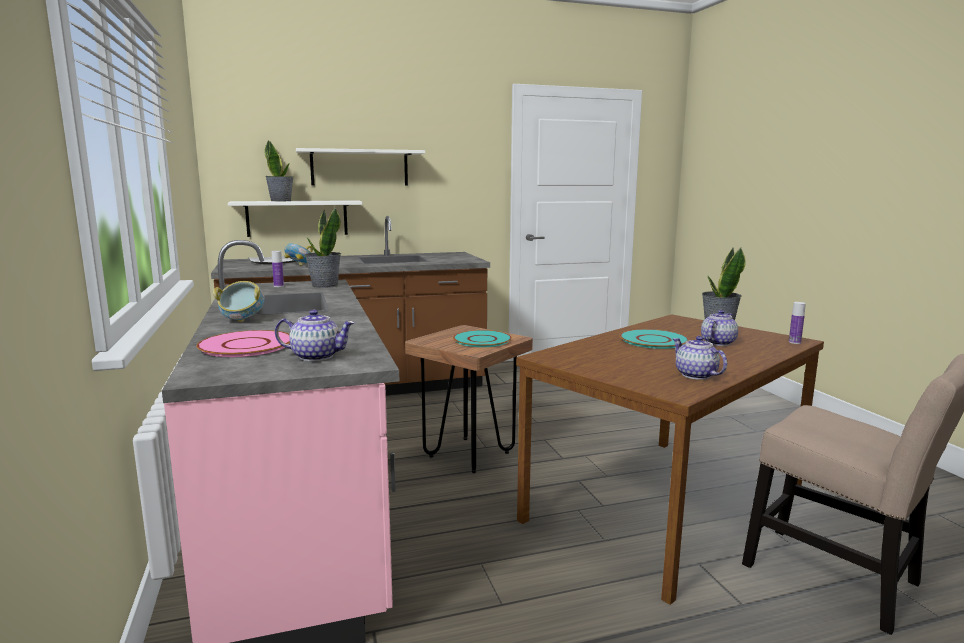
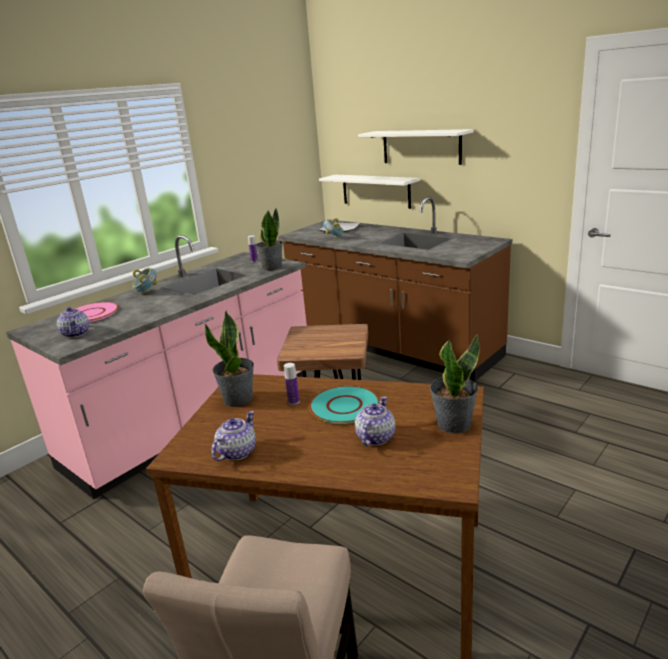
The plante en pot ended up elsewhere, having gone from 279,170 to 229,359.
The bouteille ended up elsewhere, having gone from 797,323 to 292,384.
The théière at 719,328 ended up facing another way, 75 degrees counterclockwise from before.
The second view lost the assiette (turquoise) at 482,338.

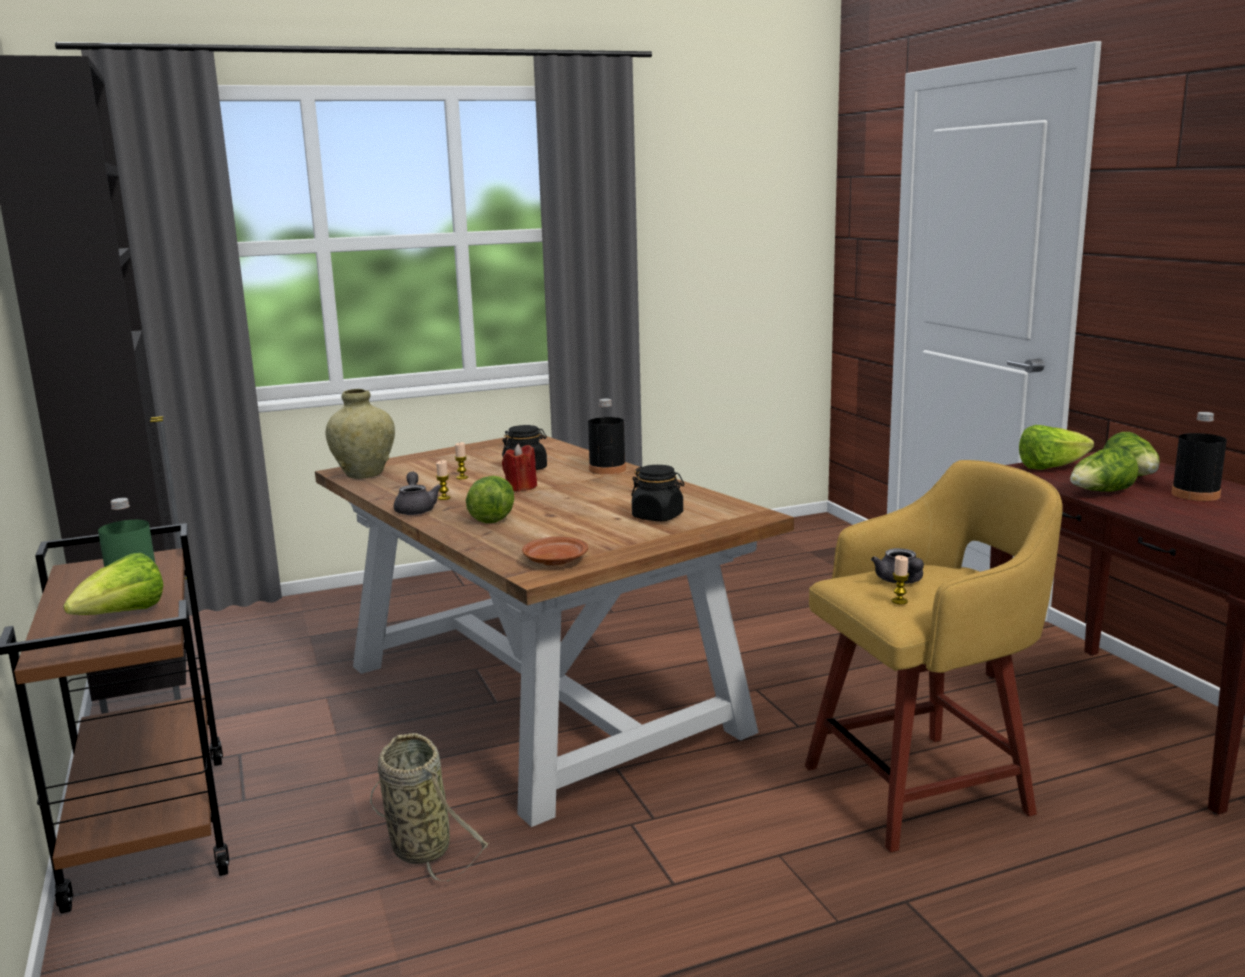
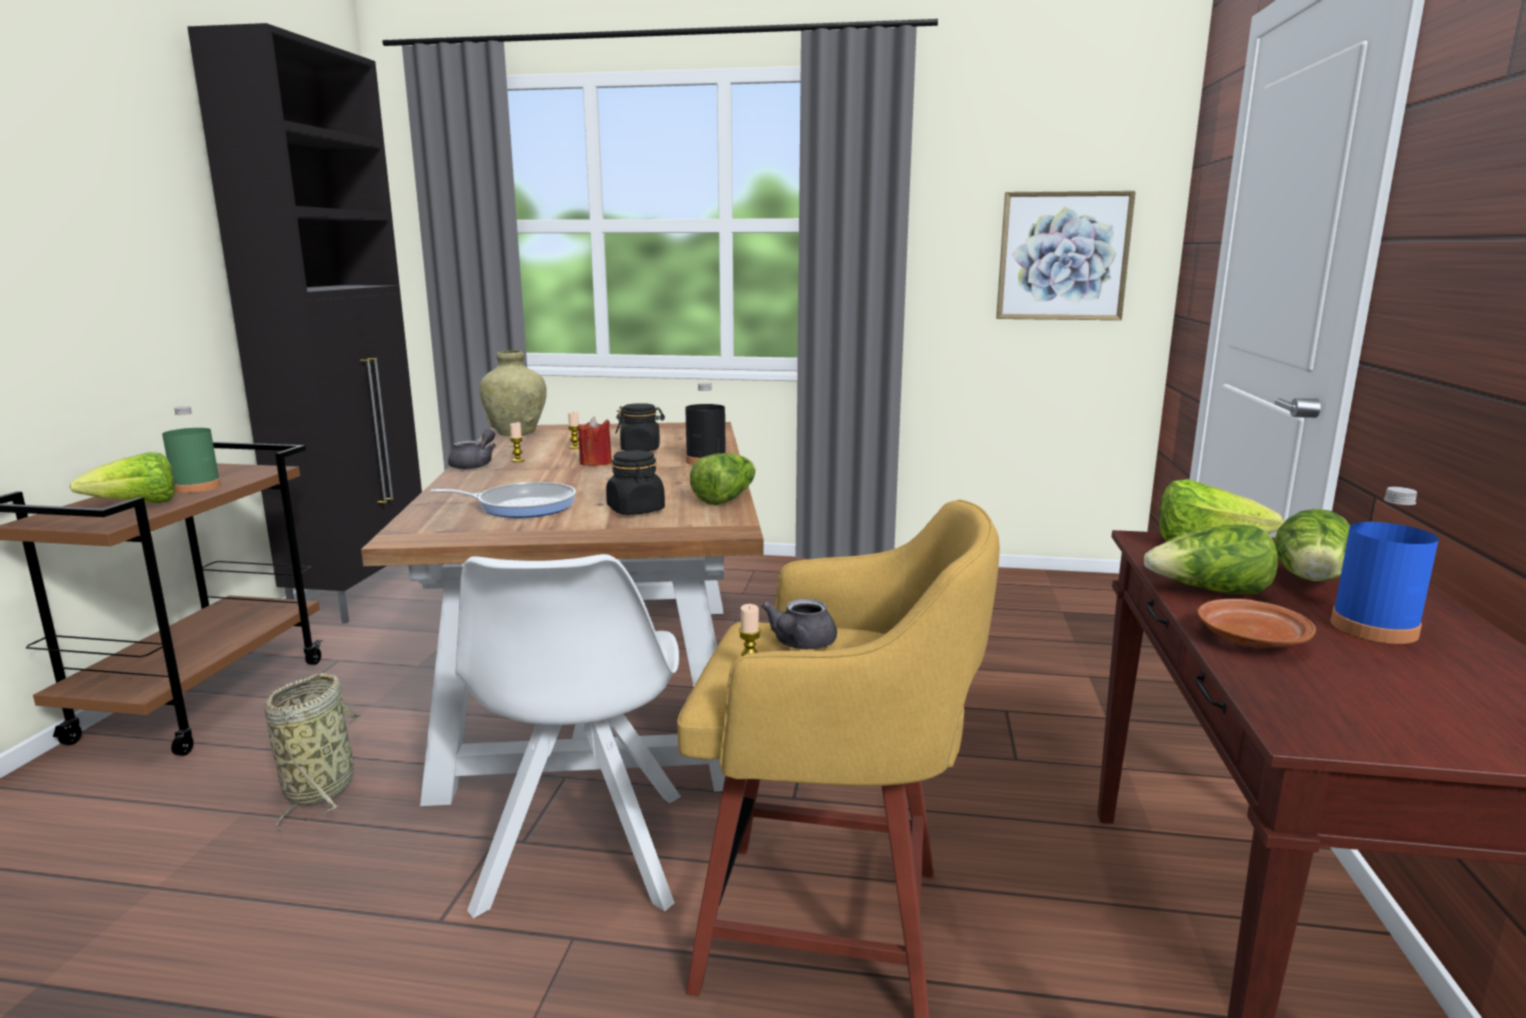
The second view gained the poêle at 503,500.
The second view gained the chaise (blanc) at 568,736.
The laitue ended up elsewhere, having gone from 490,499 to 723,479.
The second view gained the tableau at 1066,255.
The assiette (marron) ended up elsewhere, having gone from 555,551 to 1256,623.
What was the bouteille (noir) at 1199,456 turned into the bouteille (bleu) at 1384,565.

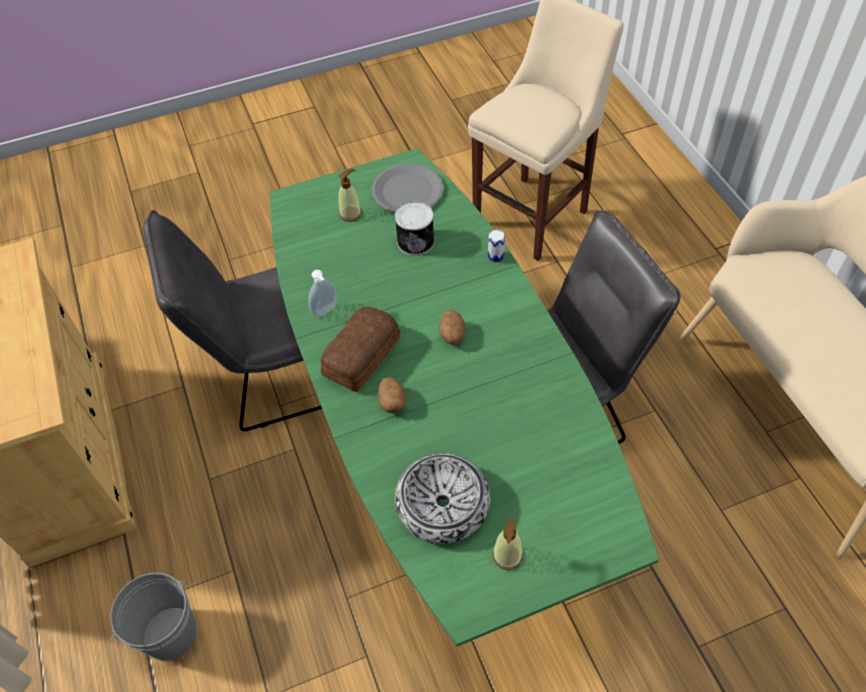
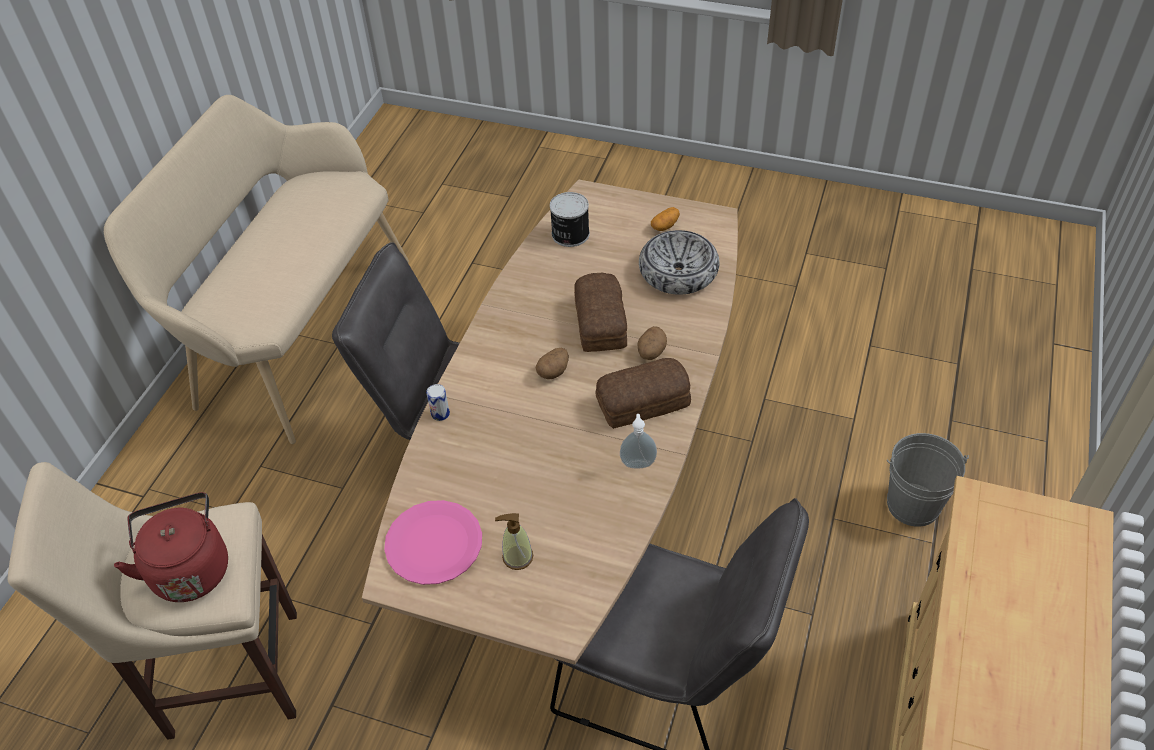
The second view gained the bouilloire (rouge) at 171,547.
What was the table à manger (vert) at 464,397 turned into the table à manger (marron) at 550,422.
What was the assiette (gris) at 408,188 turned into the assiette (rose) at 433,542.
The boîte métallique ended up elsewhere, having gone from 415,228 to 570,219.
The second view gained the pain at 600,312.
Where the distributeur de savon stood at 507,545, the pomme de terre came to stand at 665,219.

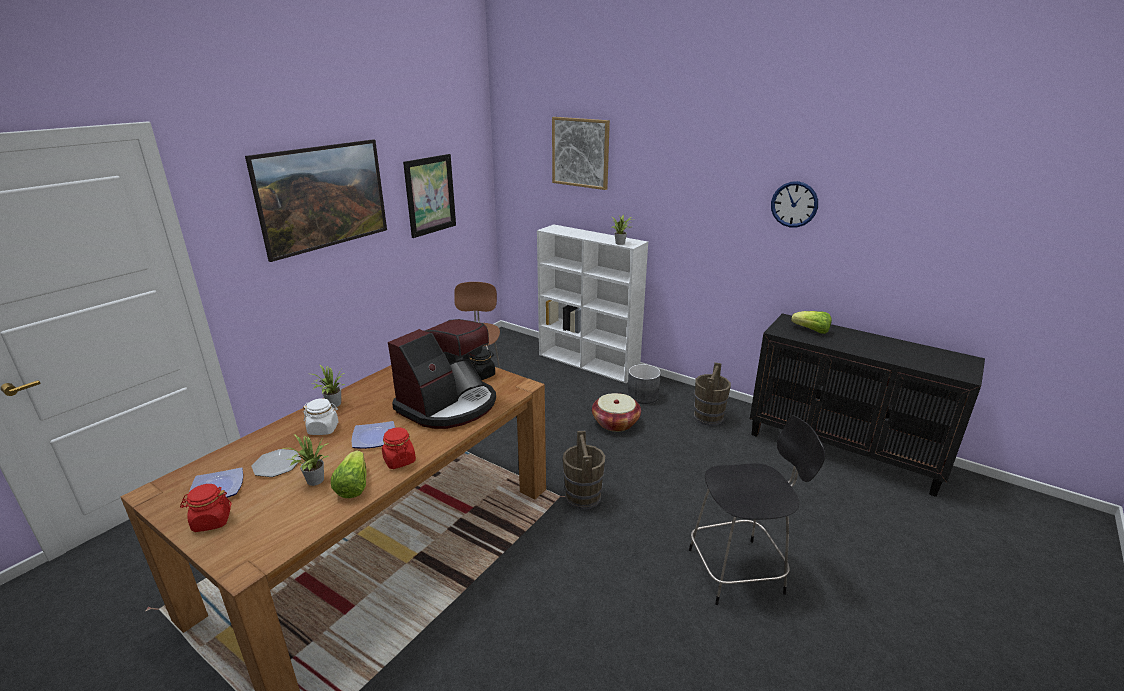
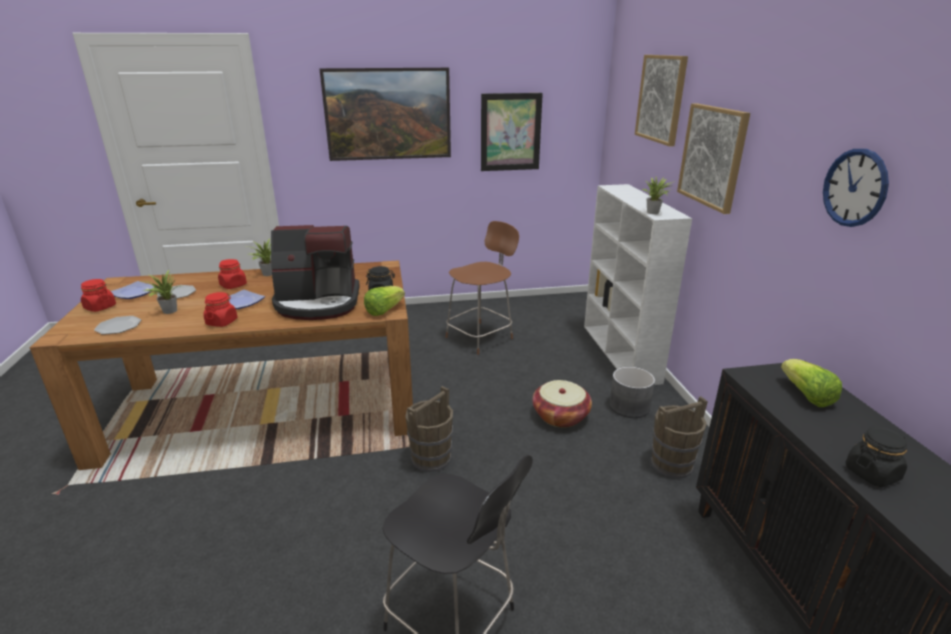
The second view gained the assiette at 117,325.
What was the bocal (blanc) at 321,416 turned into the bocal (rouge) at 232,274.
The laitue ended up elsewhere, having gone from 348,474 to 384,301.
The second view gained the tableau at 713,158.
The second view gained the bocal (noir) at 876,457.

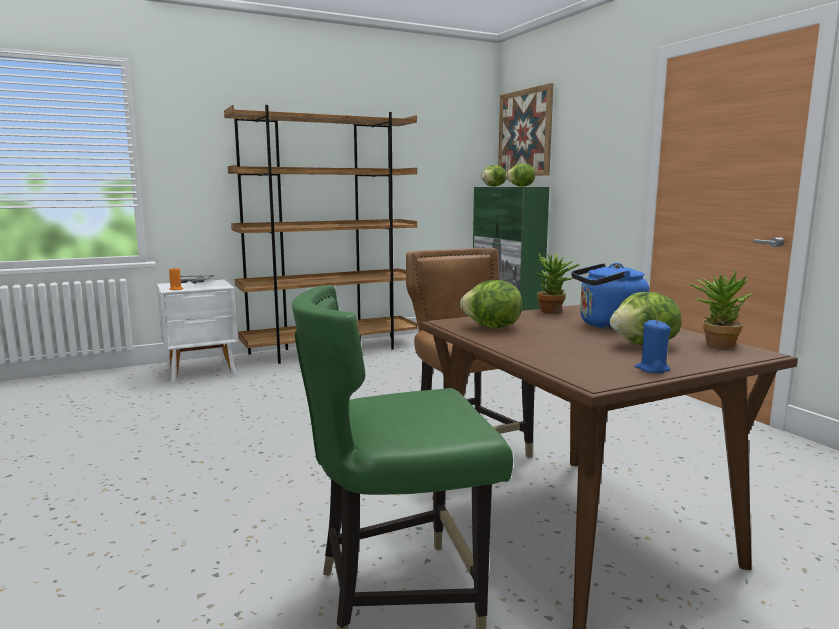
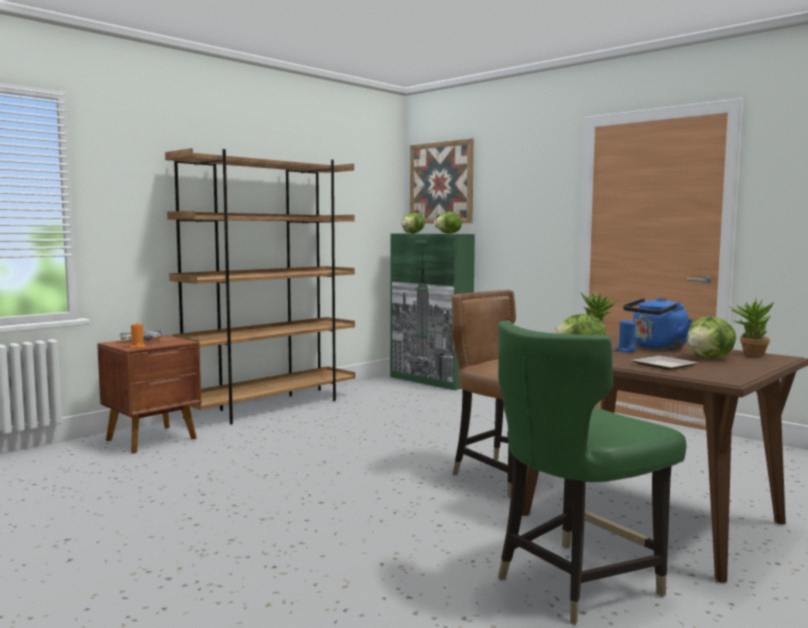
What was the table de chevet (blanc) at 197,331 turned into the table de chevet (marron) at 149,394.
The bougie (bleu) ended up elsewhere, having gone from 653,346 to 626,335.
The second view gained the assiette at 665,363.

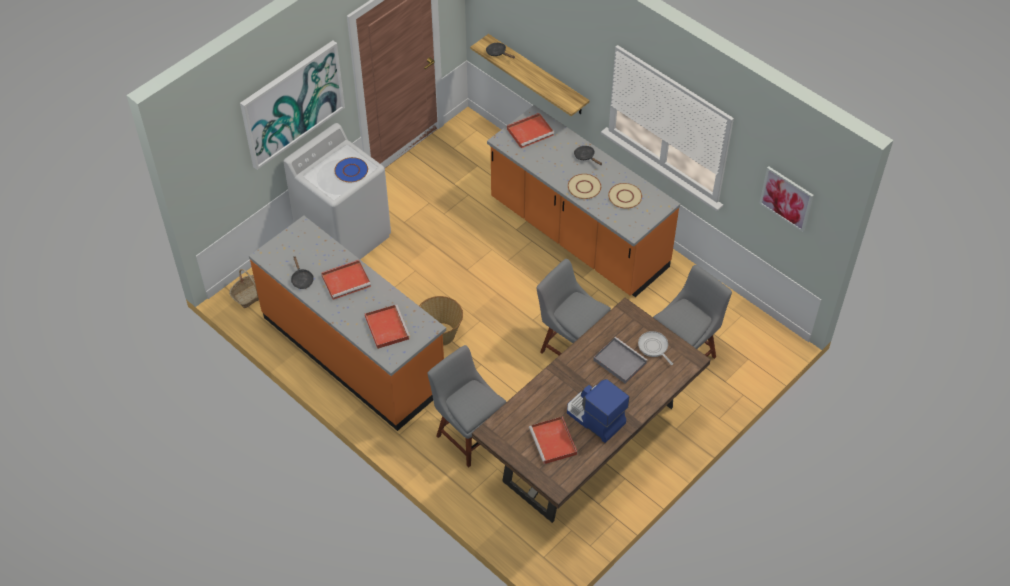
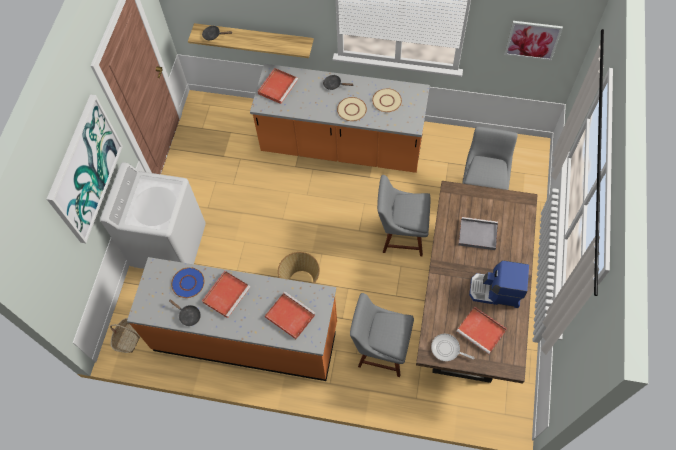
The assiette (bleu) ended up elsewhere, having gone from 351,169 to 188,282.
The poêle ended up elsewhere, having gone from 655,348 to 452,347.

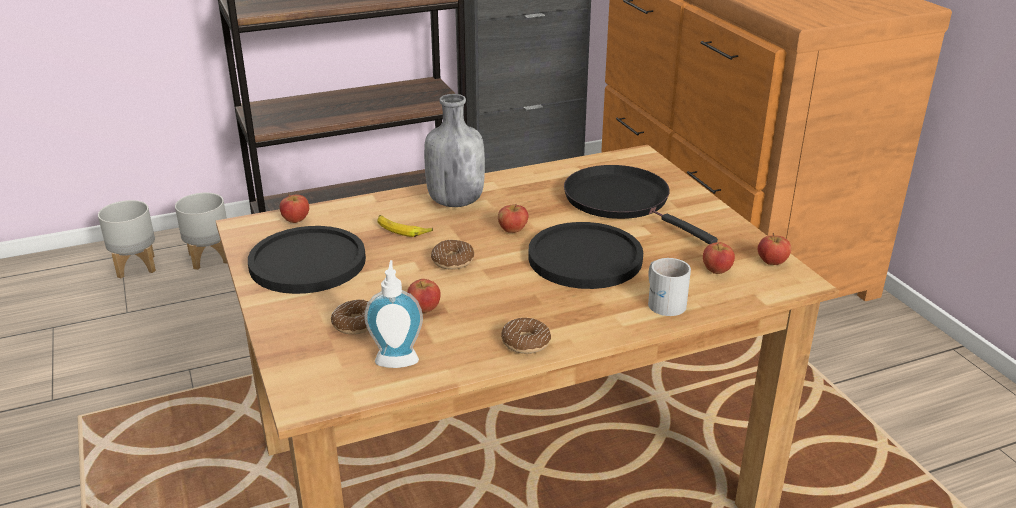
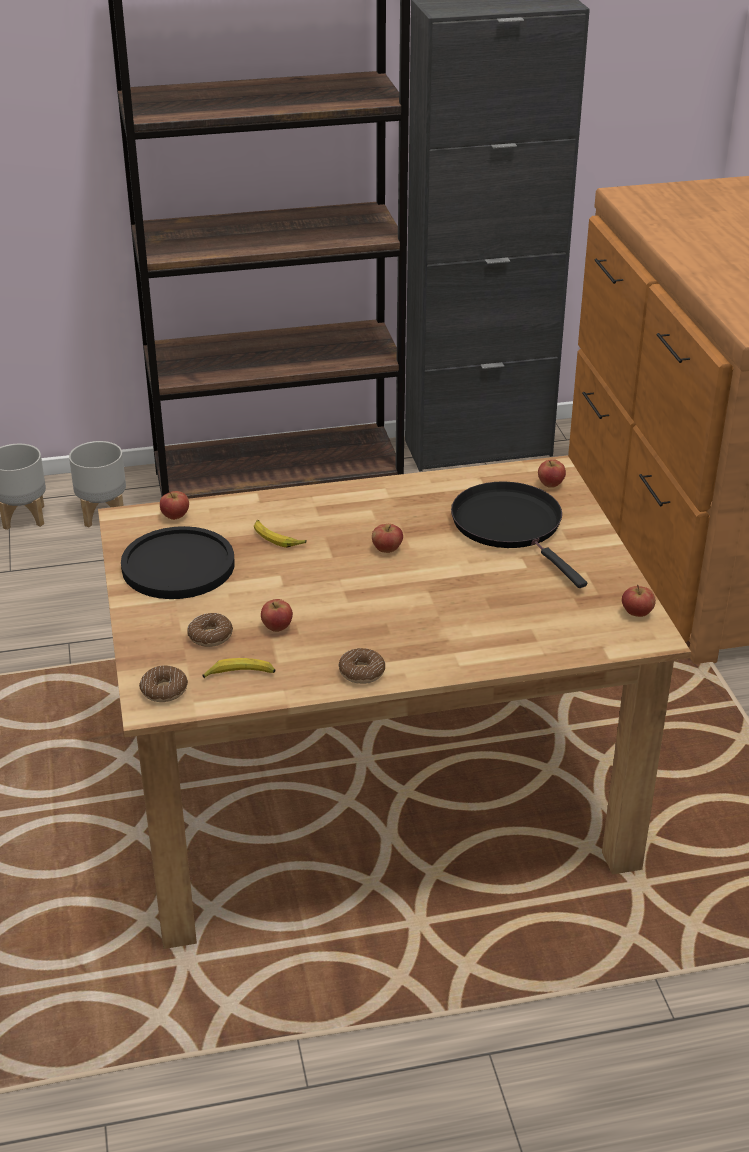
The beignet ended up elsewhere, having gone from 452,255 to 163,683.
Where the distributeur de savon stood at 393,314, the banane came to stand at 239,668.
The pomme ended up elsewhere, having gone from 719,258 to 552,473.
The second view lost the bouteille (gris) at 454,150.
The second view lost the assiette (noir) at 585,255.
The second view lost the mug (blanc) at 669,287.

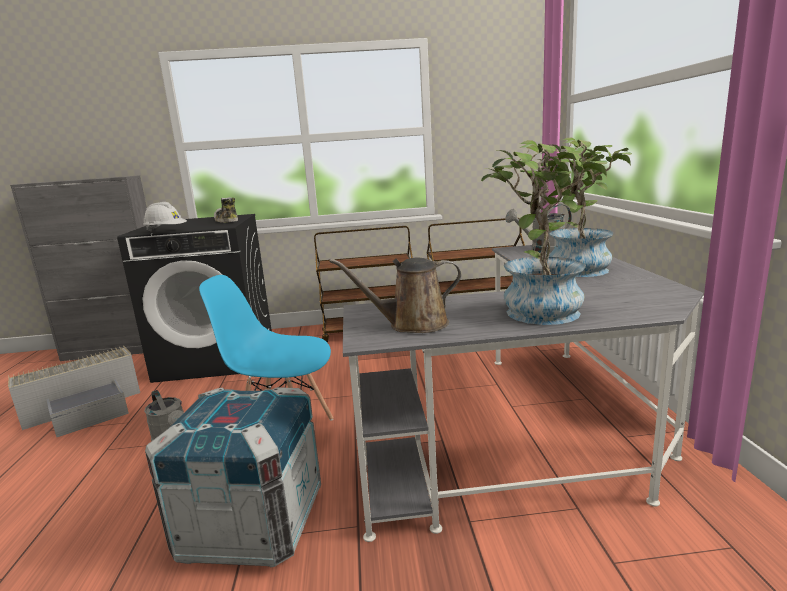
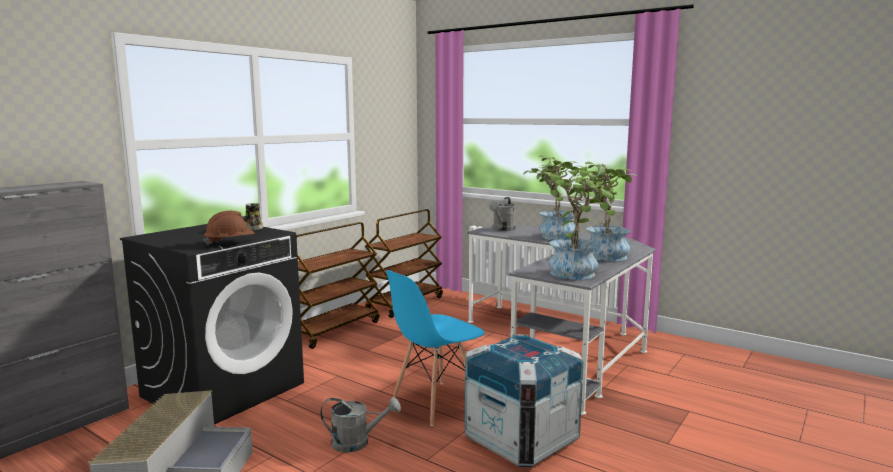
What was the casque de chantier (blanc) at 165,217 turned into the casque de chantier (marron) at 229,228.
Where the arrosoir (marron) stood at 395,295, the plante en pot came to stand at 579,223.

